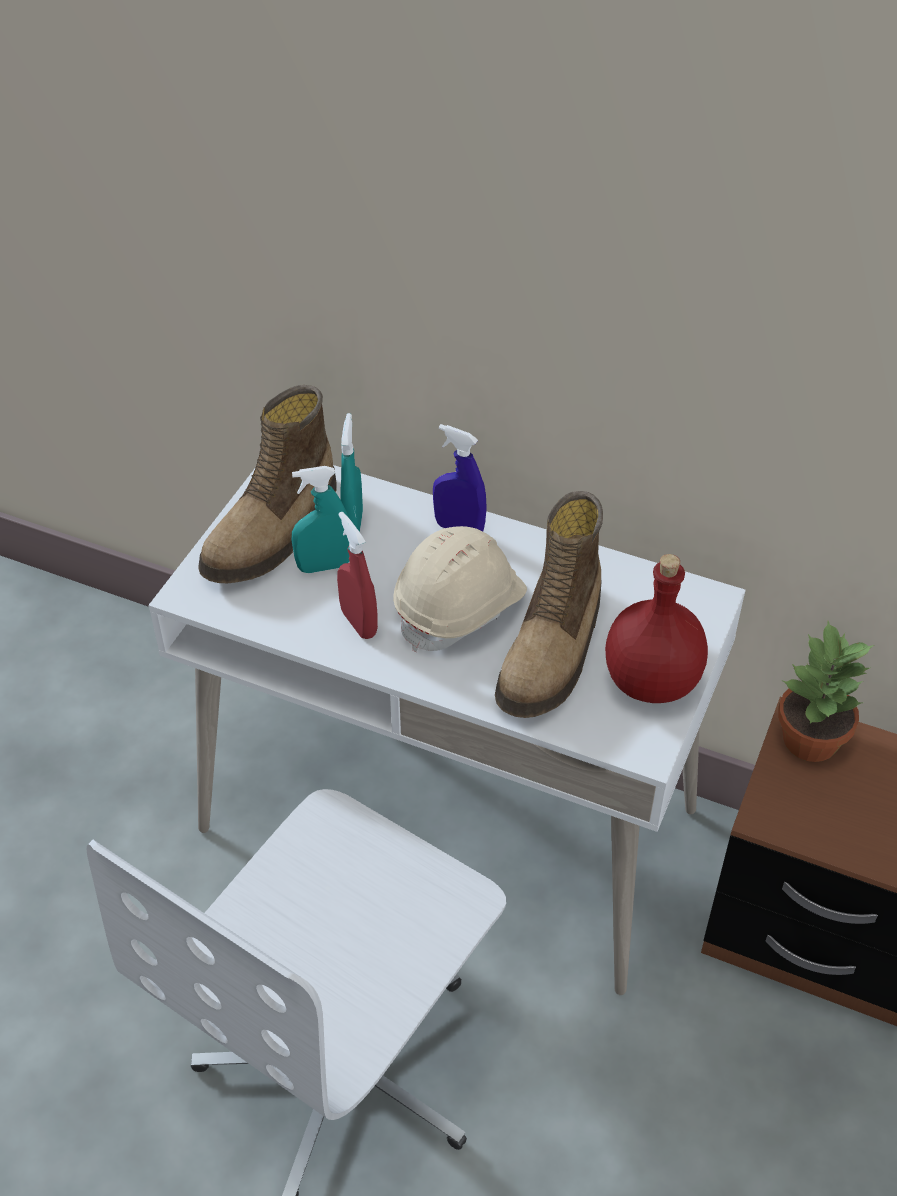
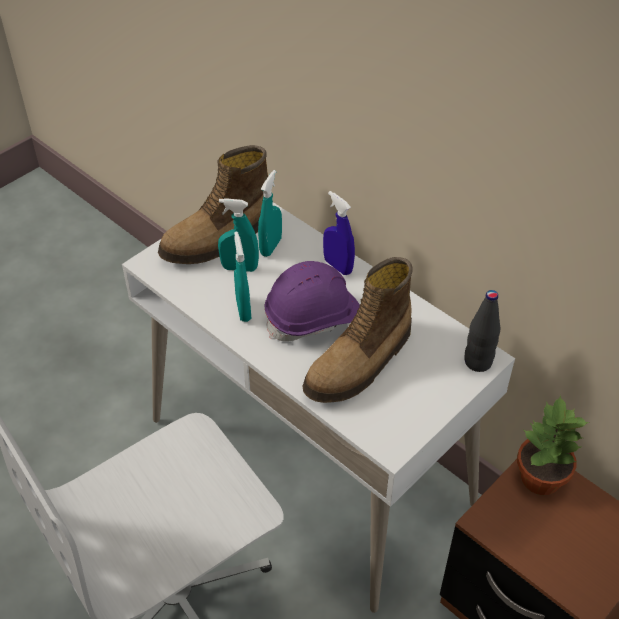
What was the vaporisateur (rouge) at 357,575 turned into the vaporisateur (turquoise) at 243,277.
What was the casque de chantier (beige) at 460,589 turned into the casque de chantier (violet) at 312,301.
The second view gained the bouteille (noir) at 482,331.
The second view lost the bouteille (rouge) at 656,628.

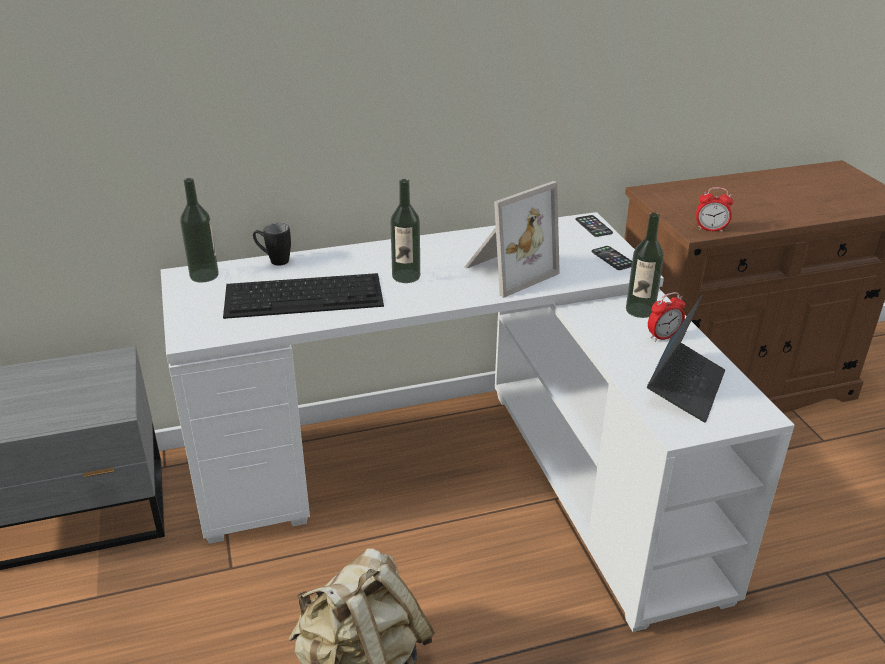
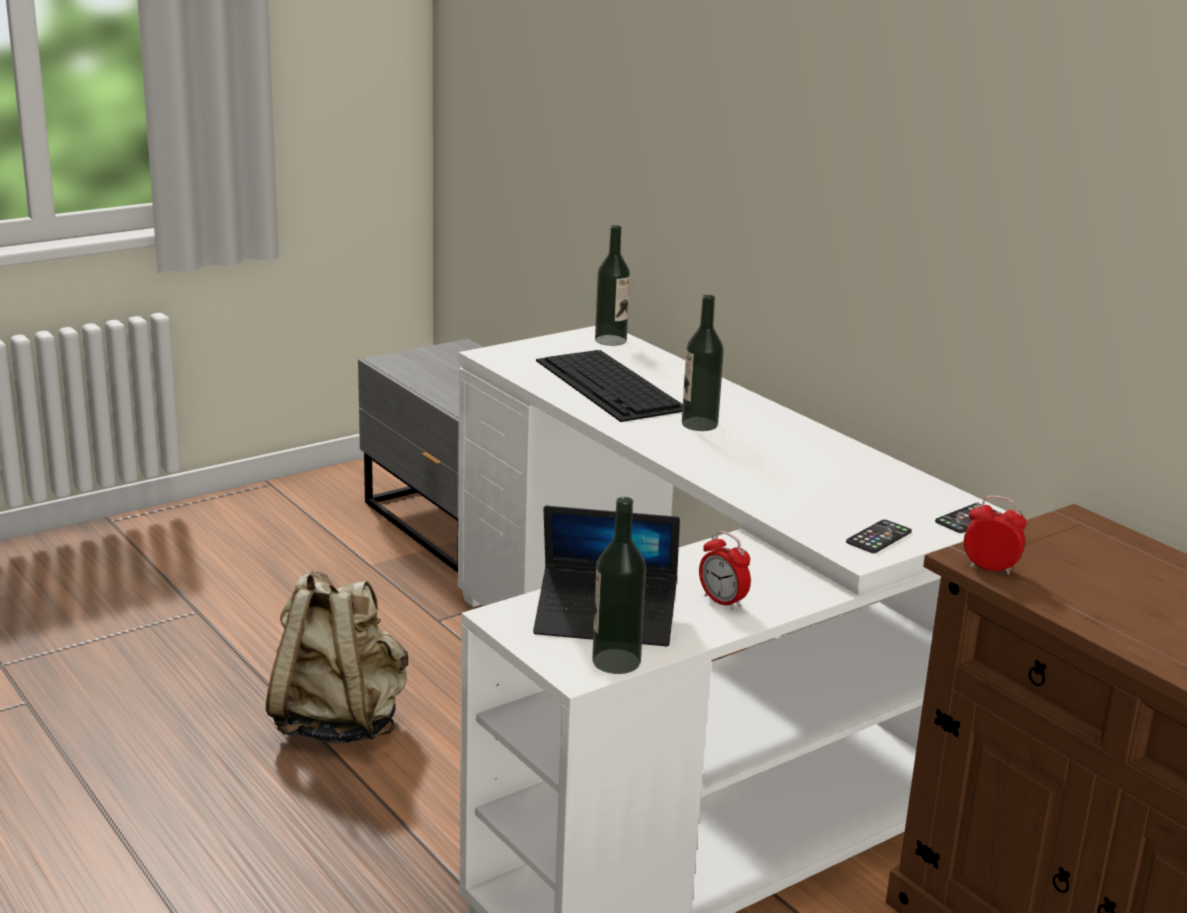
The bouteille ended up elsewhere, having gone from 645,265 to 619,585.
The réveil at 714,209 ended up facing another way, 120 degrees clockwise from before.
The second view lost the mug (noir) at 272,244.
The second view lost the cadre photo at 512,239.

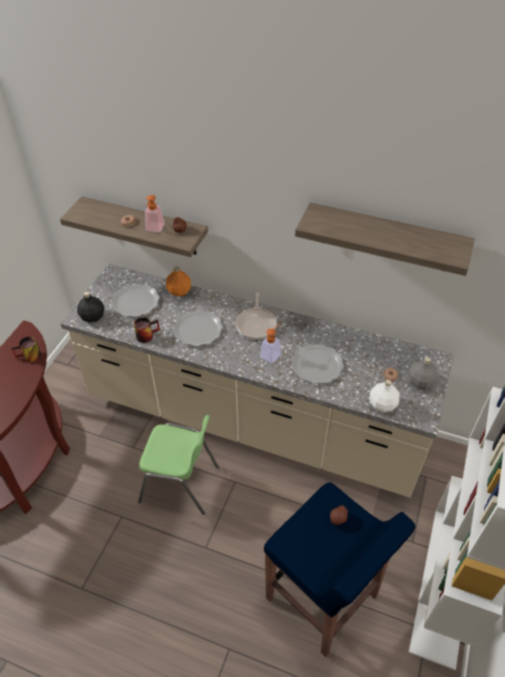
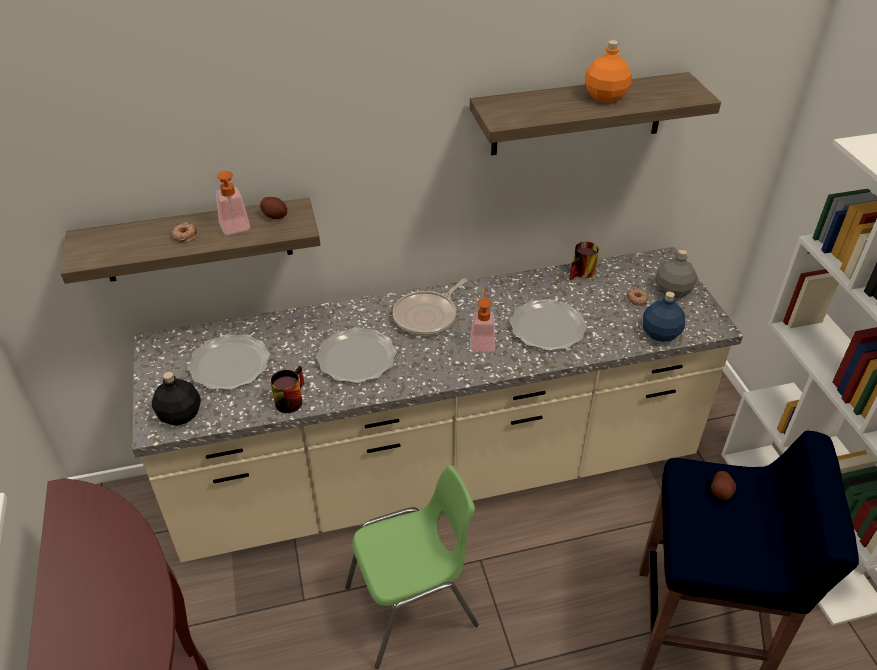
The poêle at 256,315 ended up facing another way, 75 degrees clockwise from before.
The mug ended up elsewhere, having gone from 26,349 to 584,261.
The bouteille (orange) ended up elsewhere, having gone from 178,281 to 608,71.
What was the bouteille (blanc) at 384,396 turned into the bouteille (bleu) at 664,317.

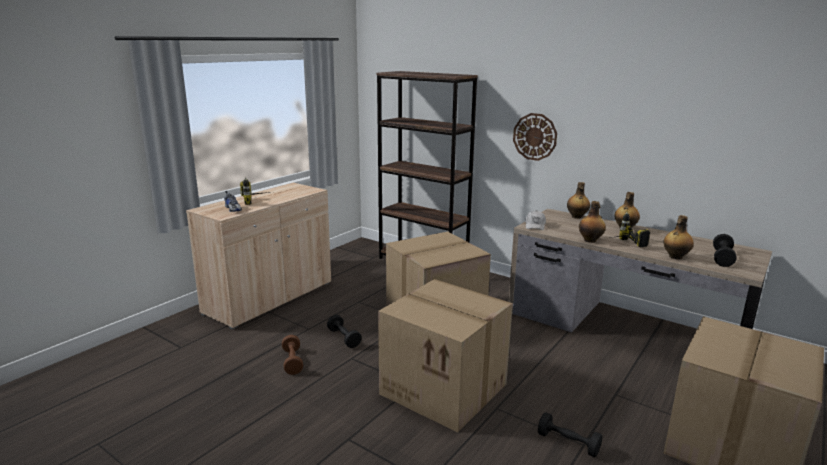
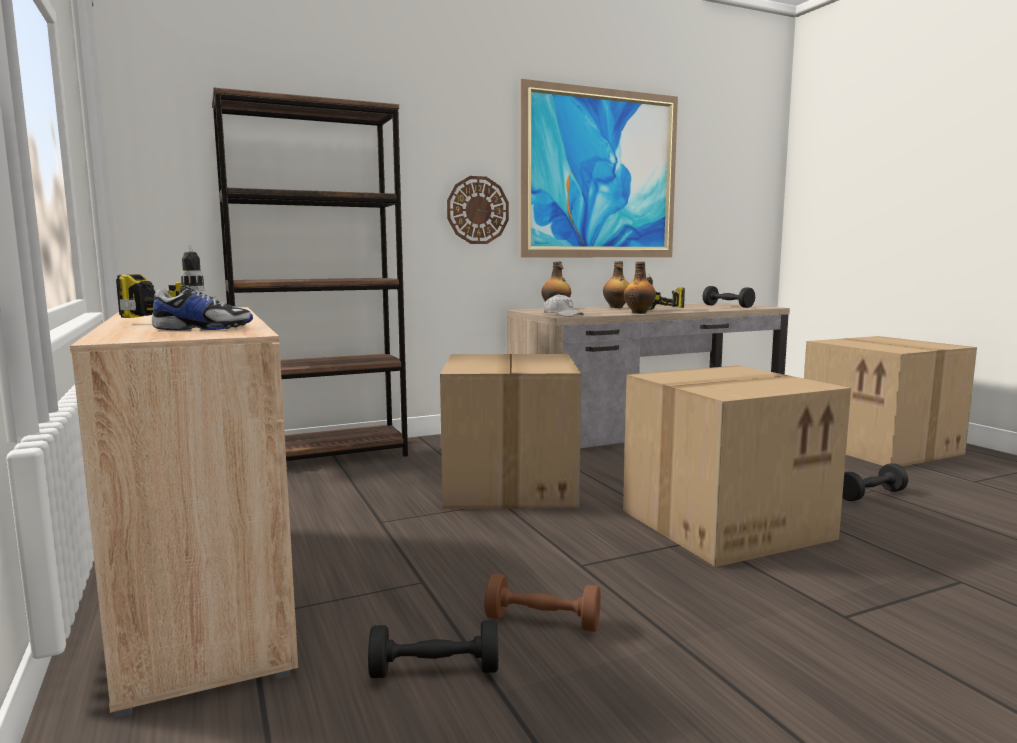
The haltère (noir) ended up elsewhere, having gone from 344,331 to 433,649.
The second view gained the tableau at 599,168.
The second view lost the bouteille at 679,237.

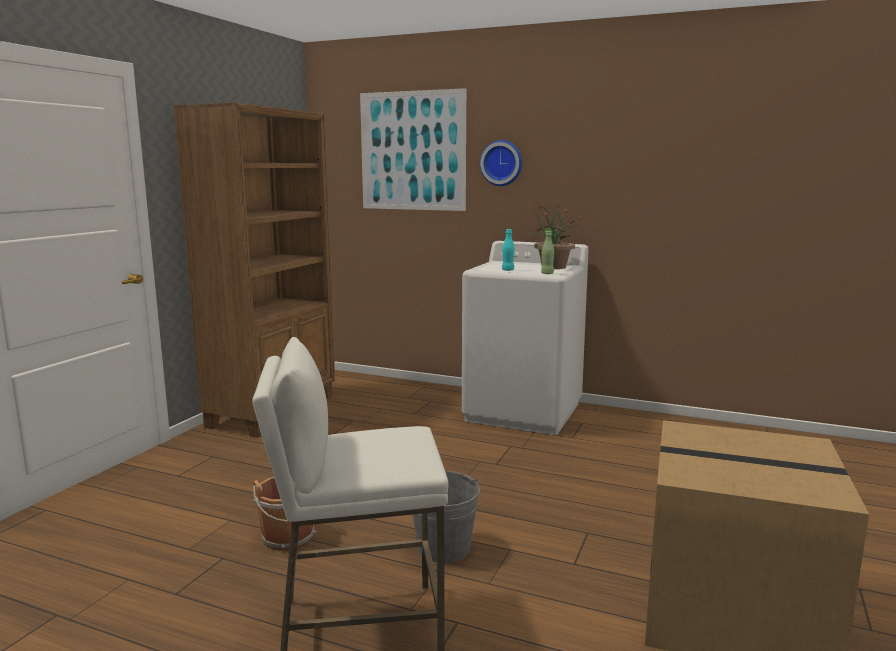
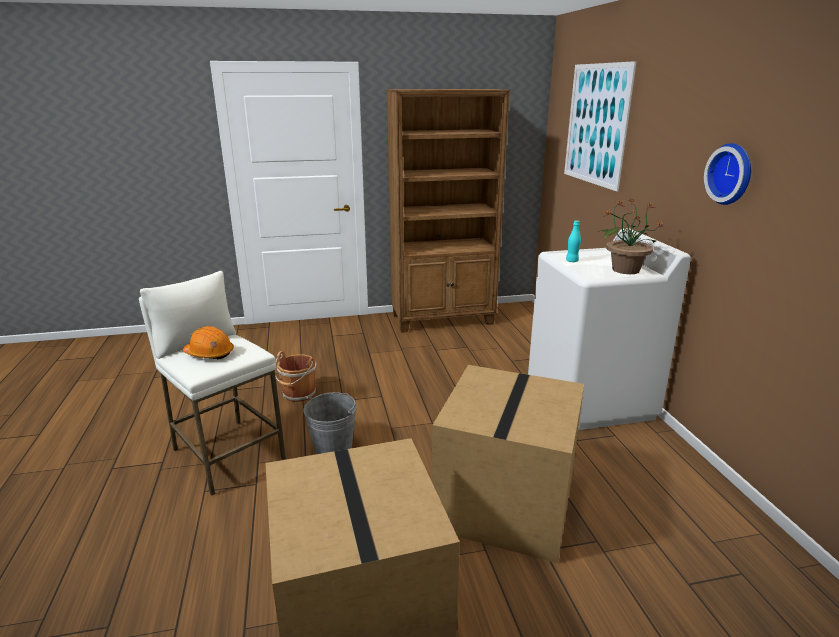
The second view gained the casque de chantier (orange) at 208,343.
The second view gained the carton at 508,464.
The horloge murale ended up elsewhere, having gone from 501,163 to 727,174.
The second view lost the bouteille (vert) at 547,252.

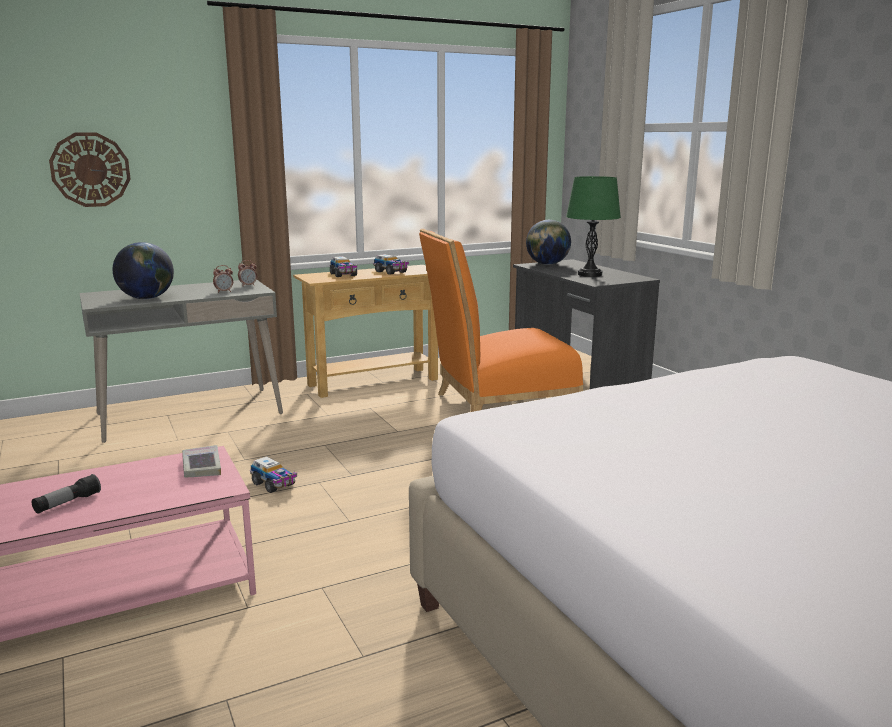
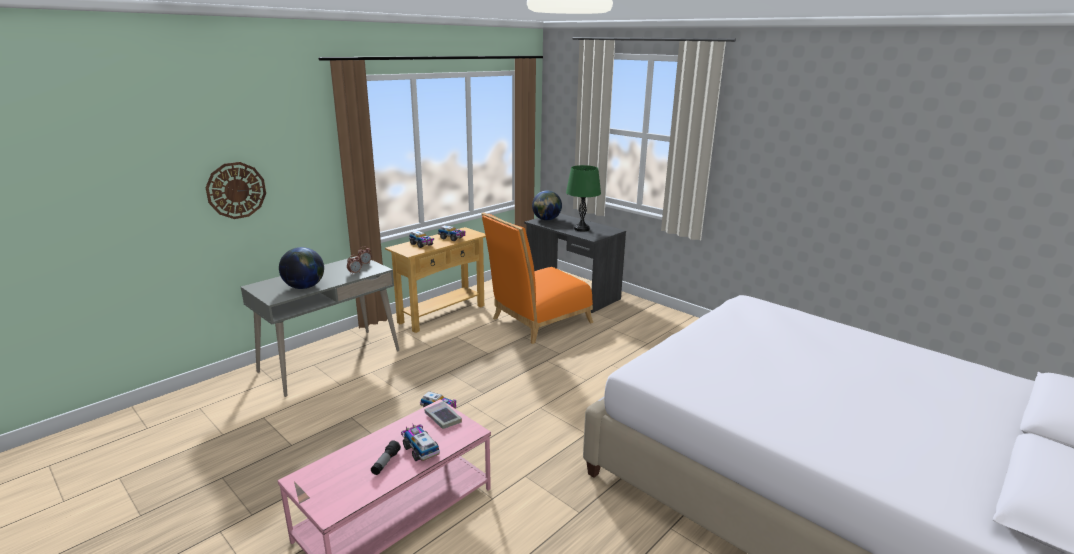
The second view gained the camion jouet at 420,442.

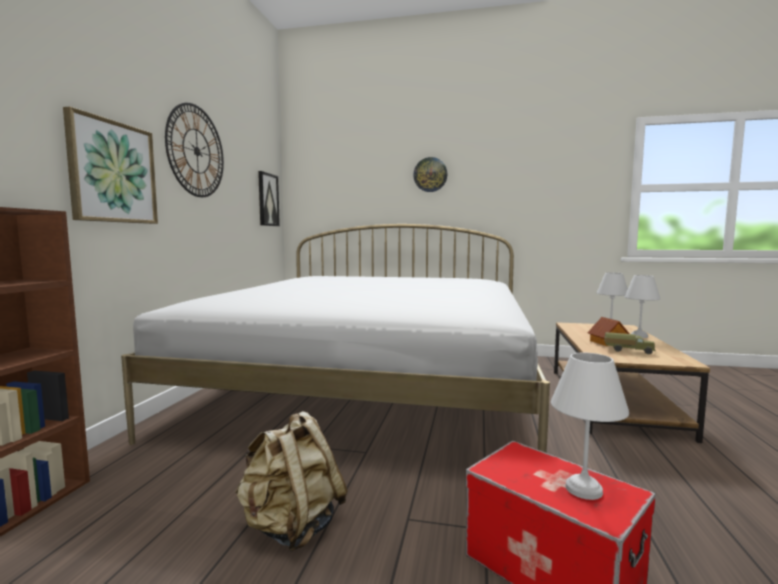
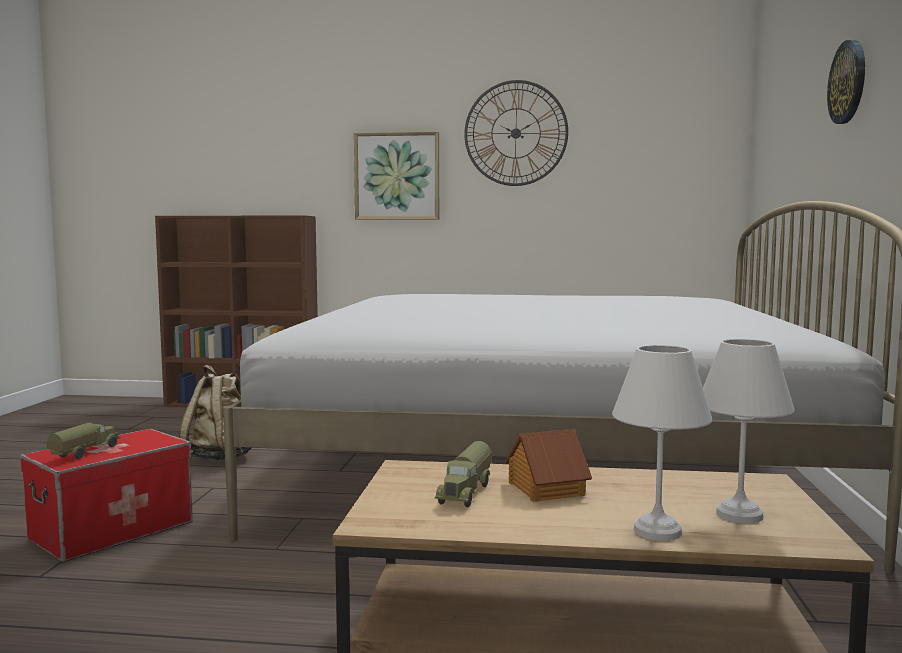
Where the lampe de table (blanc) stood at 590,426, the camion jouet came to stand at 83,441.
The second view lost the tableau at 269,198.

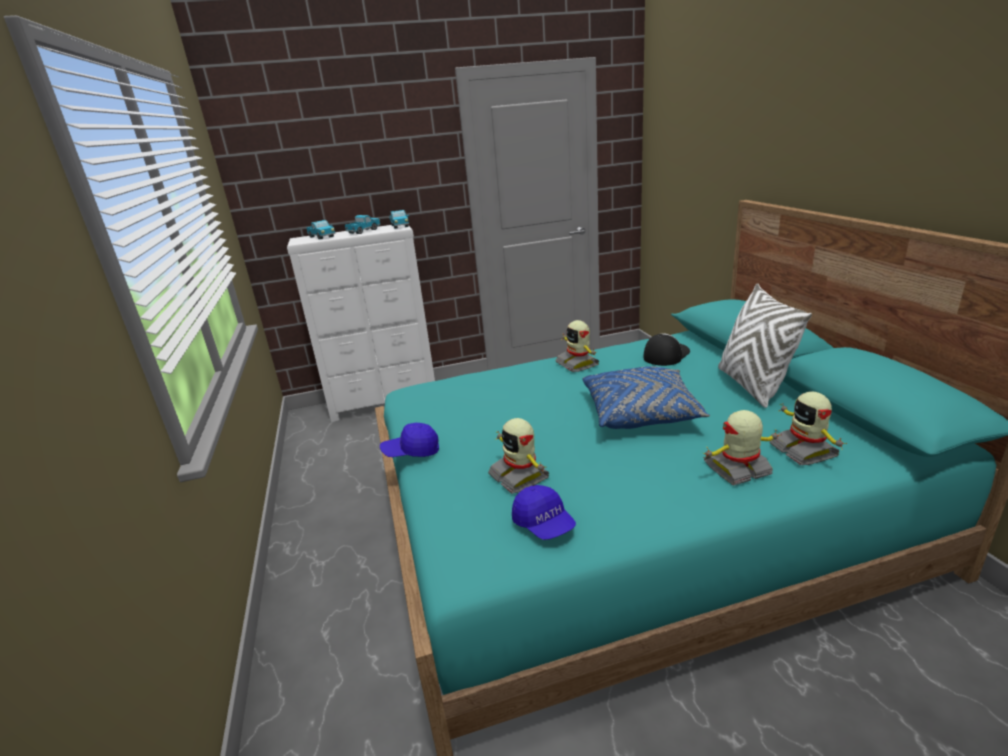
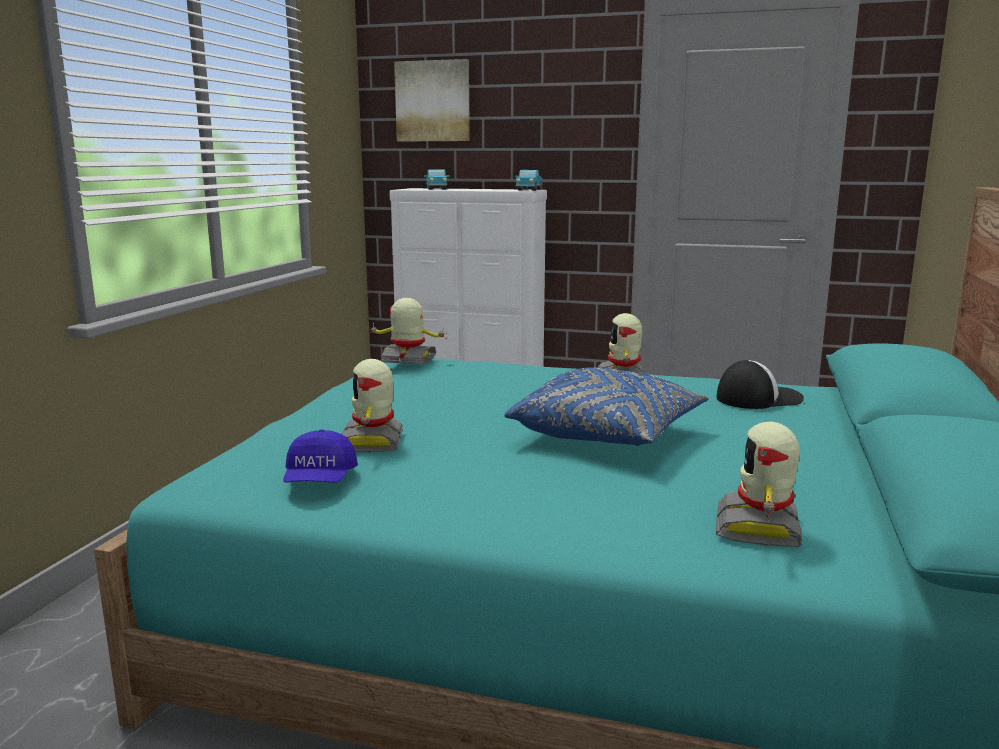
The robot jouet ended up elsewhere, having gone from 742,448 to 409,331.
The second view gained the tableau at 432,100.
The second view lost the camion jouet at 363,224.
The second view lost the casquette (bleu) at 409,440.
The second view lost the coussin (blanc) at 765,345.

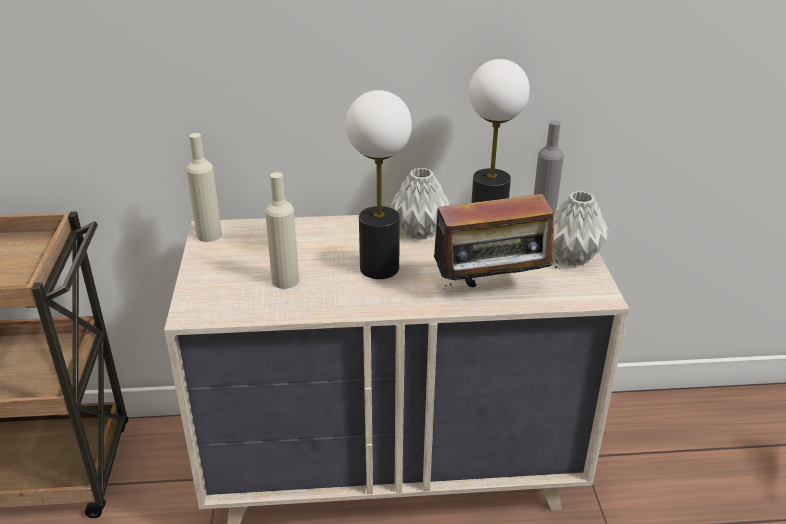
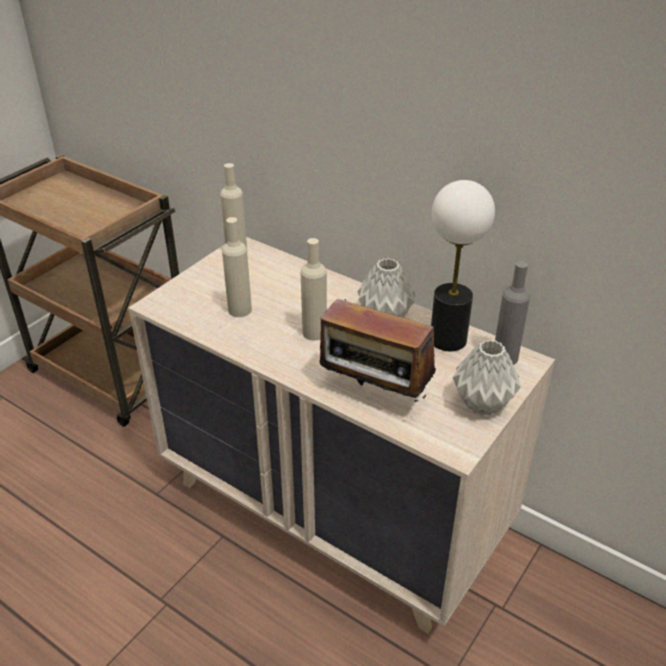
Where the lampe de table stood at 379,184, the bouteille (beige) came to stand at 313,289.

